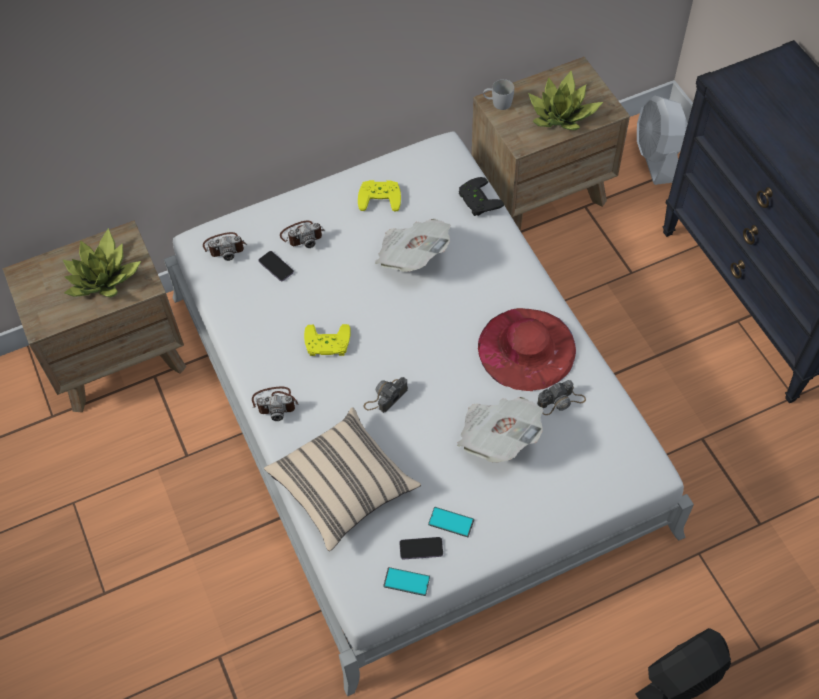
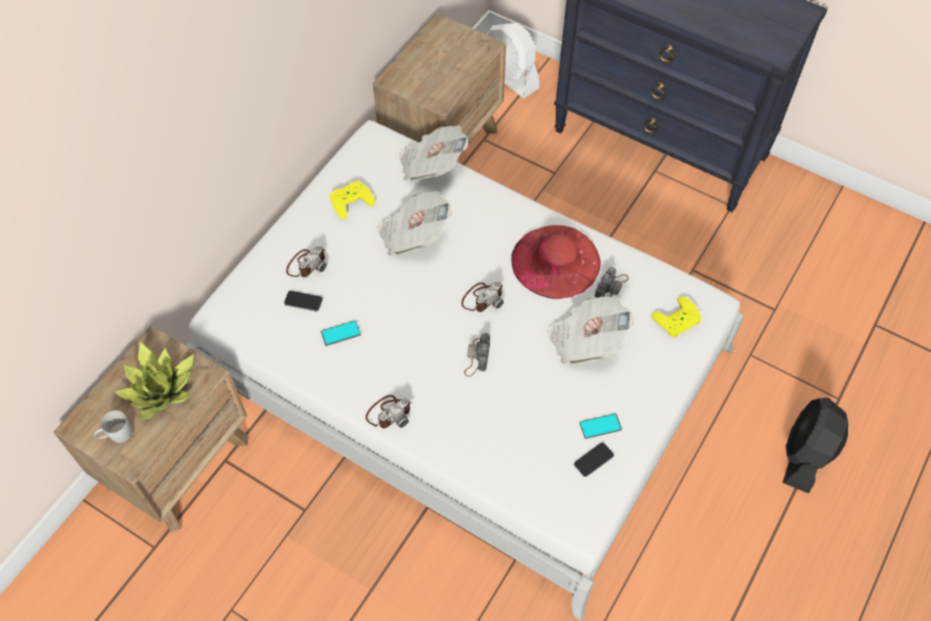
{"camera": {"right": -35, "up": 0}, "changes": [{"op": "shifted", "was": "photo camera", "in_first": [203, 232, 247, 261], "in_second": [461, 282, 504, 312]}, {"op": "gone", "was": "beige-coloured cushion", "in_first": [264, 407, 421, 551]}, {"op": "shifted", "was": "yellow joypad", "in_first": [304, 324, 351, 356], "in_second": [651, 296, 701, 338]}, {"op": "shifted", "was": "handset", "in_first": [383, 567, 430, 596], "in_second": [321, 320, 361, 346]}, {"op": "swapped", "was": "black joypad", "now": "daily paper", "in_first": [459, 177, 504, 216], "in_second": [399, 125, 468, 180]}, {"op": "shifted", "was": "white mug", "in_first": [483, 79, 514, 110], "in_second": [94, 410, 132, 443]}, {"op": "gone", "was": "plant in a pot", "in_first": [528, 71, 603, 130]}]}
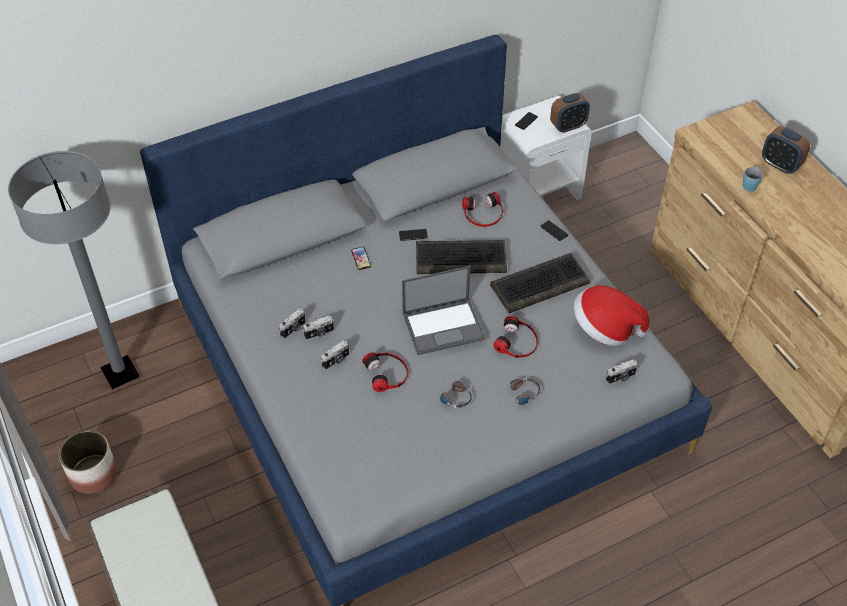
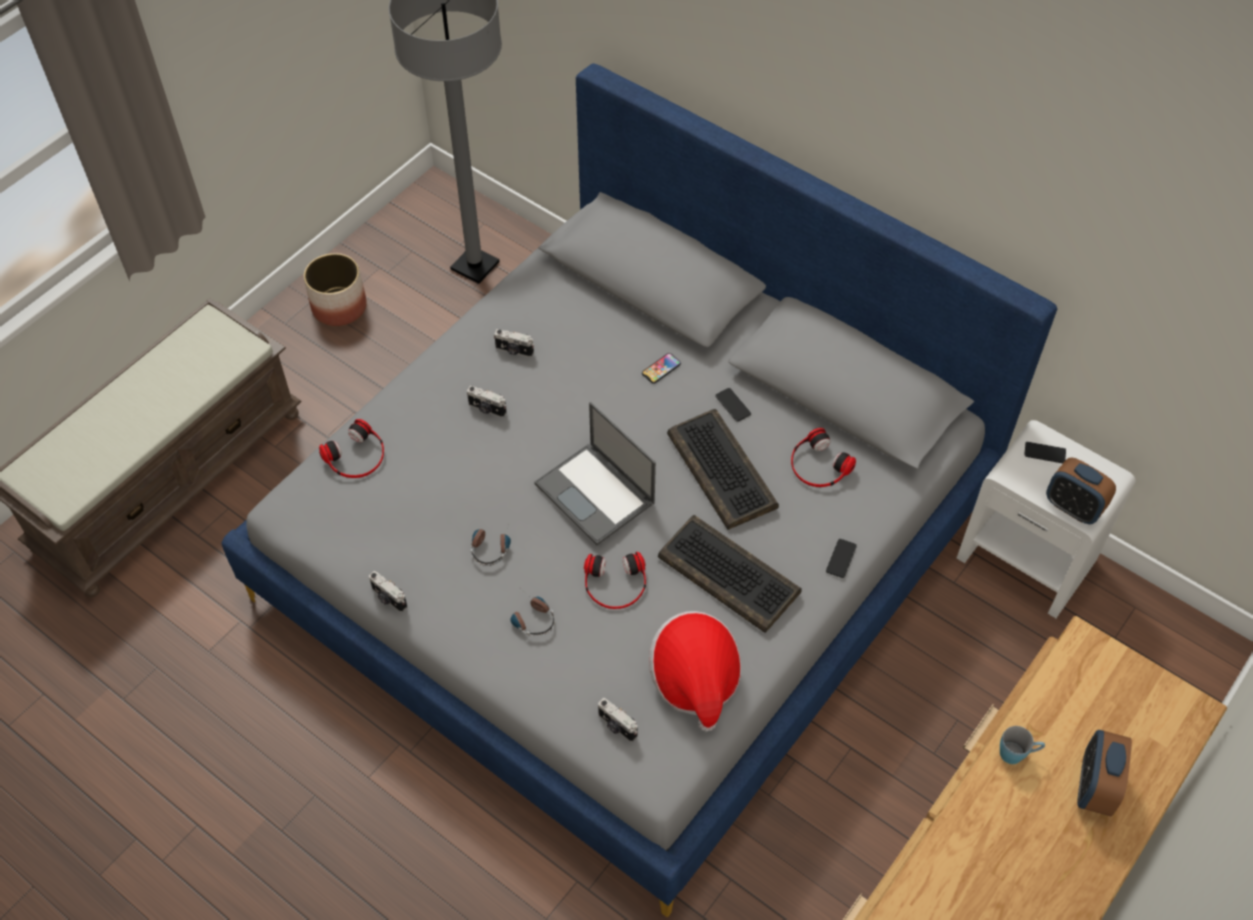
{"camera": {"right": 65, "up": 5}, "changes": [{"op": "shifted", "was": "photo camera", "in_first": [303, 316, 334, 340], "in_second": [369, 571, 407, 612]}, {"op": "shifted", "was": "headset", "in_first": [362, 352, 408, 392], "in_second": [319, 419, 384, 478]}]}
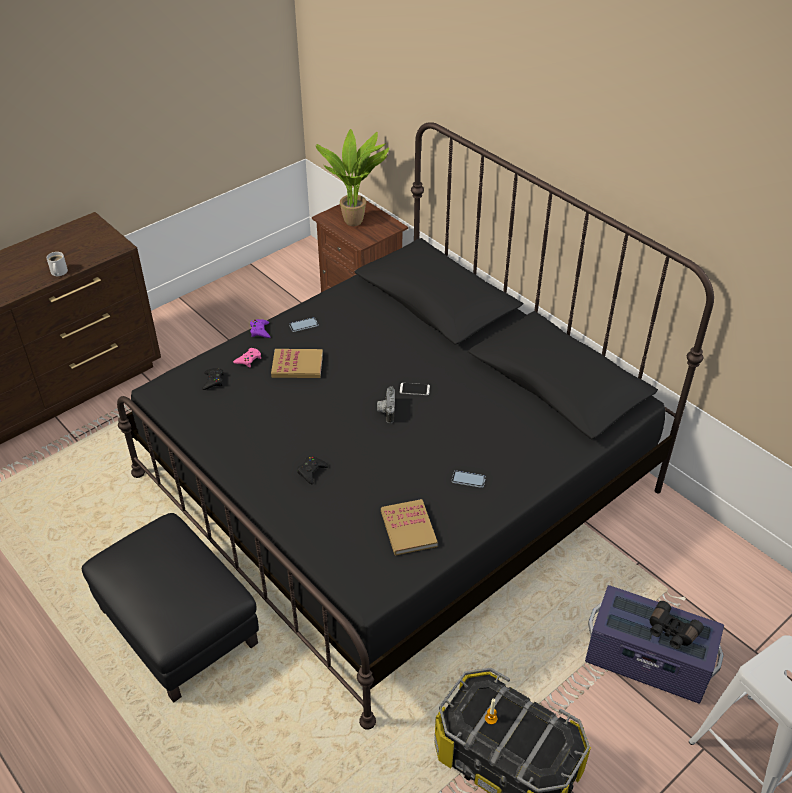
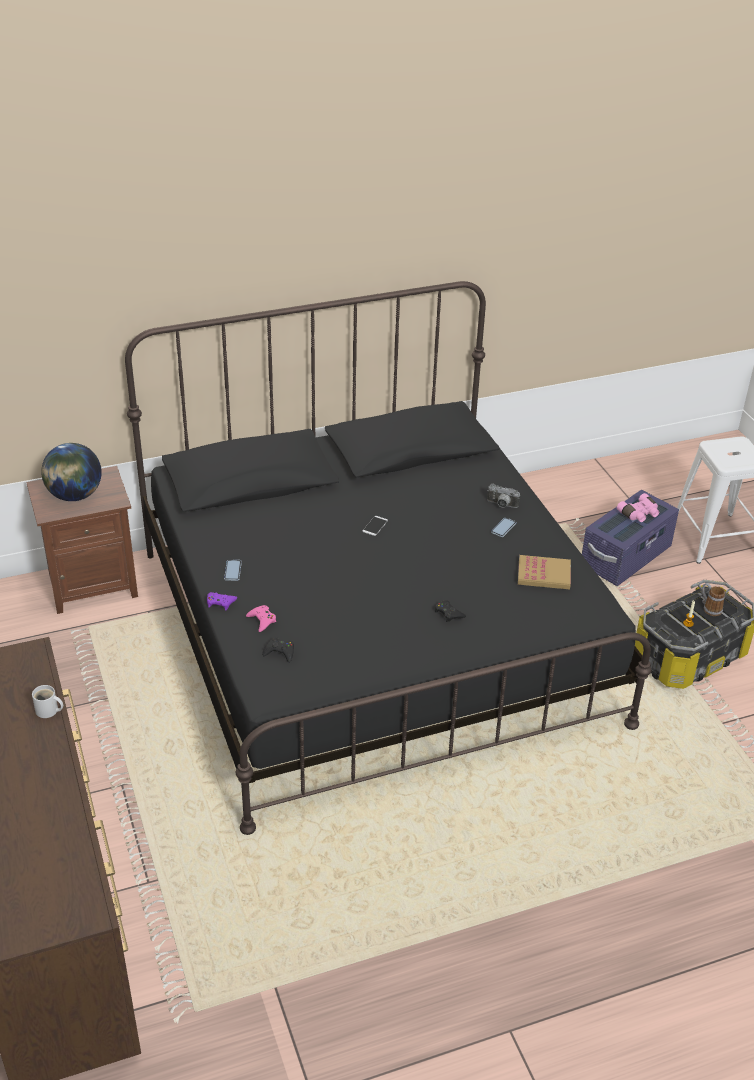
{"camera": {"right": -70, "up": -5}, "changes": [{"op": "gone", "was": "black footrest", "in_first": [82, 513, 259, 702]}, {"op": "gone", "was": "volume", "in_first": [271, 349, 323, 378]}, {"op": "swapped", "was": "plant in a pot", "now": "world globe", "in_first": [316, 129, 389, 226], "in_second": [41, 443, 102, 501]}, {"op": "shifted", "was": "photo camera", "in_first": [377, 386, 395, 423], "in_second": [487, 483, 520, 508]}, {"op": "repainted", "was": "black binoculars", "now": "pinkish binoculars", "in_first": [650, 601, 704, 649], "in_second": [617, 493, 659, 522]}, {"op": "new", "now": "mug", "in_second": [702, 583, 725, 616]}]}
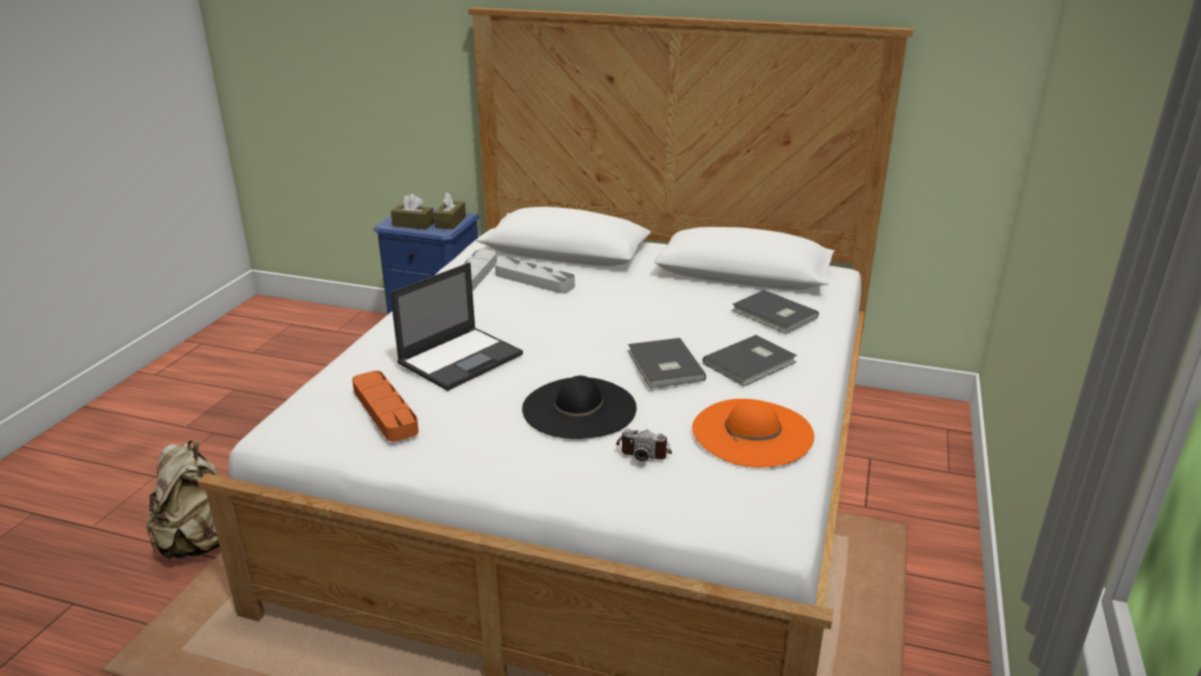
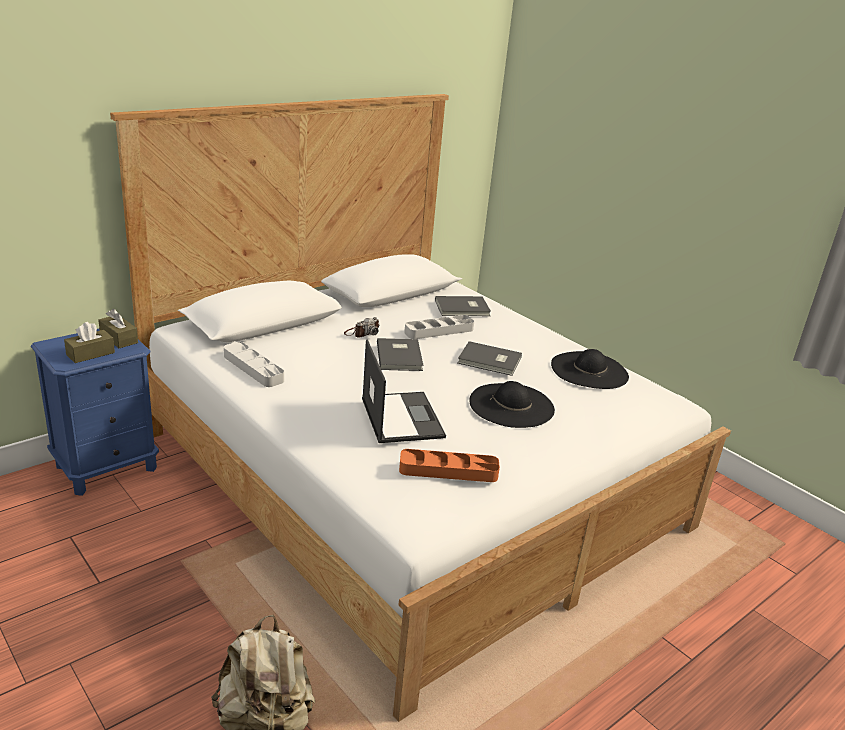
{"camera": {"right": -60, "up": 0}, "changes": [{"op": "shifted", "was": "grey serving tray", "in_first": [495, 258, 575, 293], "in_second": [404, 315, 474, 339]}, {"op": "shifted", "was": "photo camera", "in_first": [616, 429, 672, 462], "in_second": [344, 317, 380, 338]}, {"op": "repainted", "was": "orangey clothing hat", "now": "black clothing hat", "in_first": [692, 399, 814, 468], "in_second": [551, 349, 629, 389]}, {"op": "shifted", "was": "grey volume", "in_first": [703, 335, 797, 386], "in_second": [377, 338, 423, 371]}]}
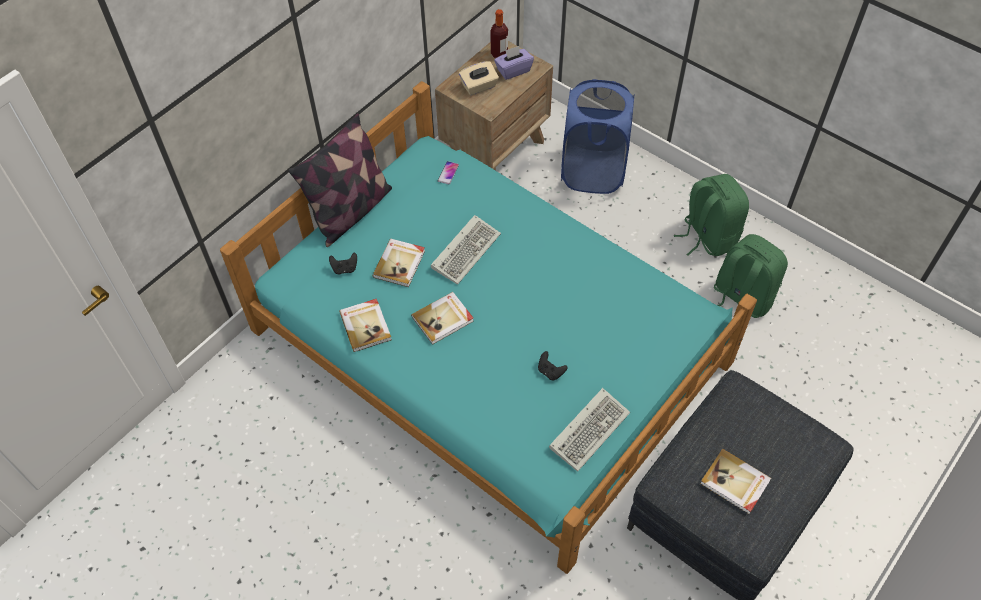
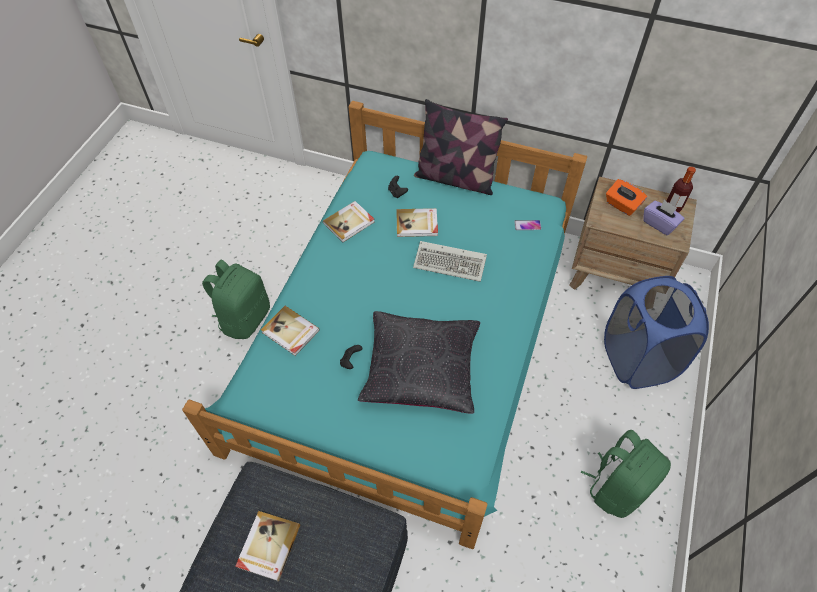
{"camera": {"right": 70, "up": 0}, "changes": [{"op": "shifted", "was": "volume", "in_first": [411, 292, 474, 345], "in_second": [261, 306, 320, 356]}, {"op": "repainted", "was": "beige-coloured tissue box", "now": "orangey tissue box", "in_first": [459, 61, 499, 95], "in_second": [606, 179, 647, 216]}, {"op": "gone", "was": "PC keyboard", "in_first": [549, 388, 630, 471]}, {"op": "shifted", "was": "green rucksack", "in_first": [714, 234, 788, 318], "in_second": [202, 260, 270, 339]}, {"op": "new", "now": "black cushion", "in_second": [358, 311, 480, 414]}]}
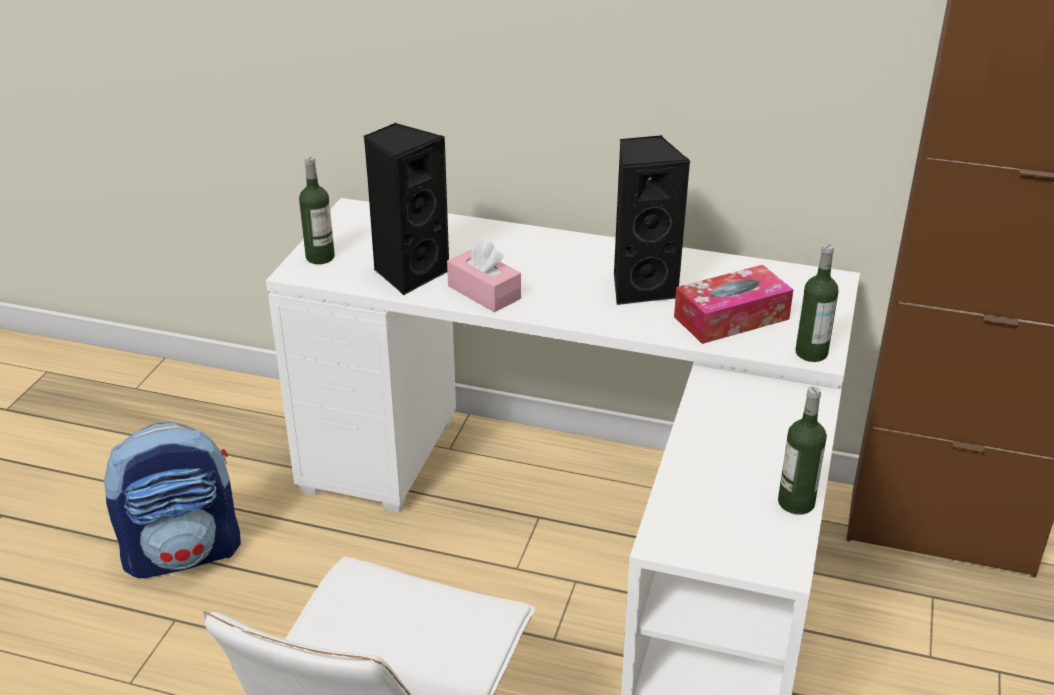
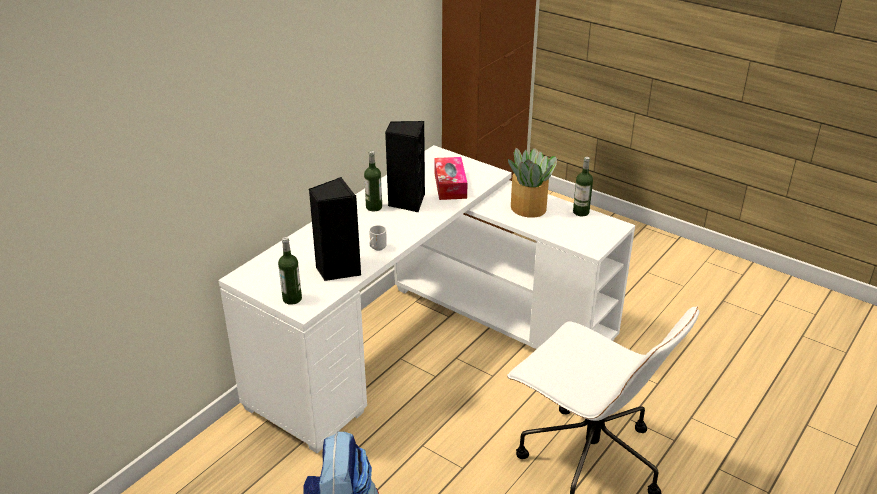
{"camera": {"right": -70, "up": 0}, "changes": [{"op": "swapped", "was": "pinkish tissue box", "now": "mug", "in_first": [447, 239, 521, 312], "in_second": [369, 225, 387, 251]}, {"op": "shifted", "was": "beverage bottle", "in_first": [796, 244, 838, 362], "in_second": [364, 151, 382, 212]}, {"op": "new", "now": "plant in a pot", "in_second": [508, 148, 557, 218]}]}
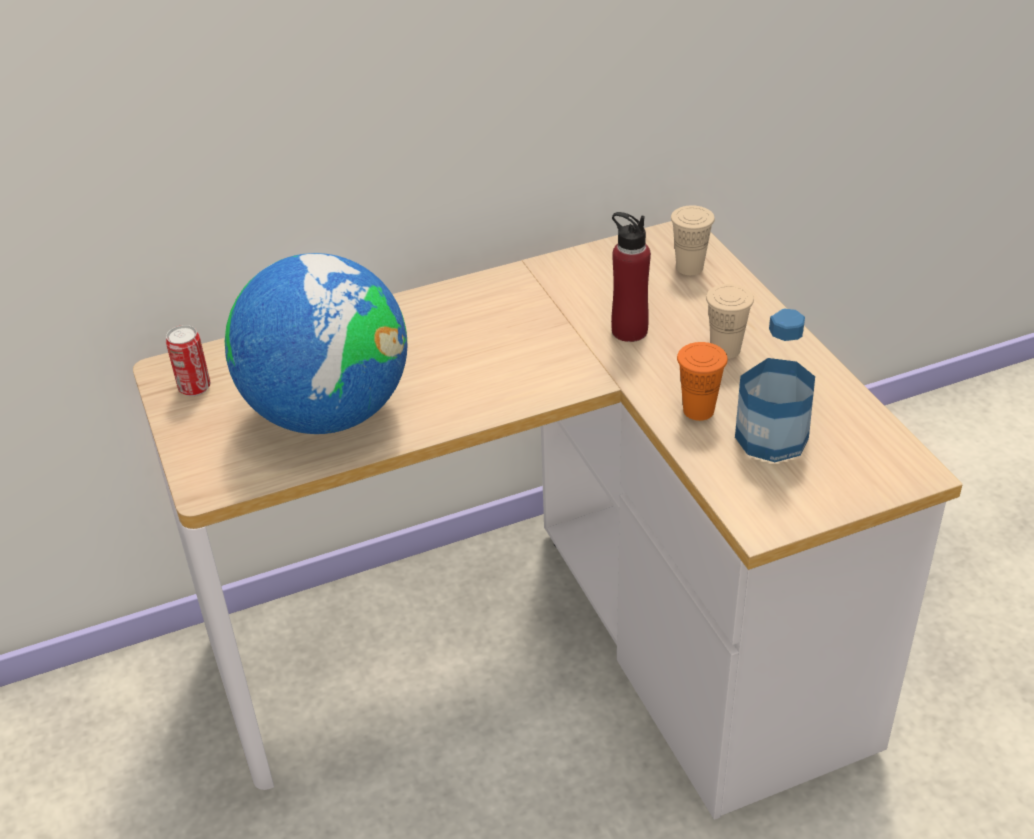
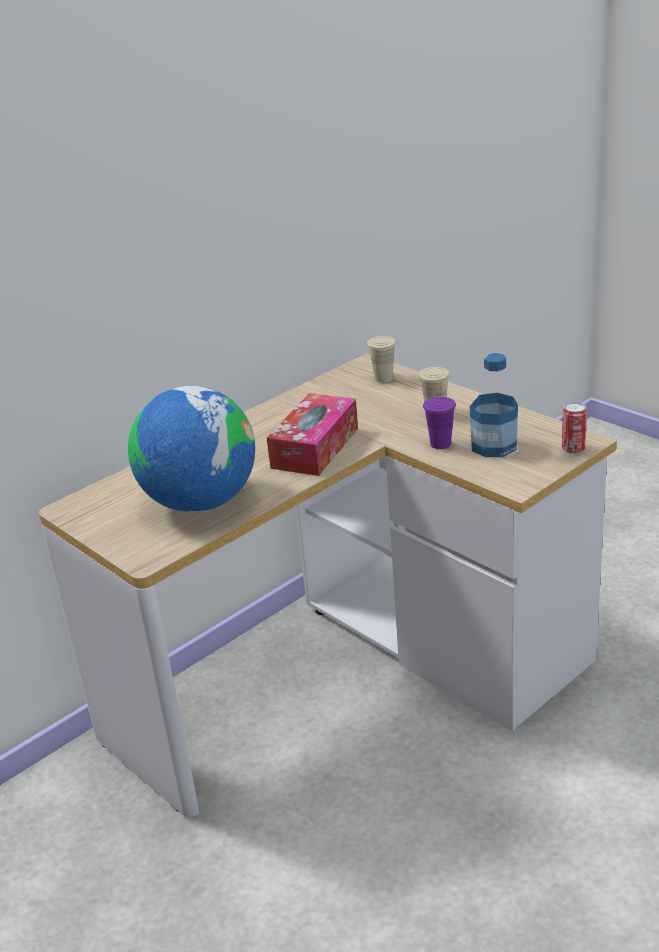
{"camera": {"right": -20, "up": -10}, "changes": [{"op": "shifted", "was": "sealed can", "in_first": [166, 325, 210, 396], "in_second": [562, 402, 587, 454]}, {"op": "gone", "was": "red-coloured beverage bottle", "in_first": [611, 212, 651, 342]}, {"op": "repainted", "was": "orangey small cup", "now": "purple-coloured small cup", "in_first": [677, 342, 728, 421], "in_second": [423, 397, 456, 449]}, {"op": "new", "now": "tissue box", "in_second": [267, 393, 358, 476]}]}
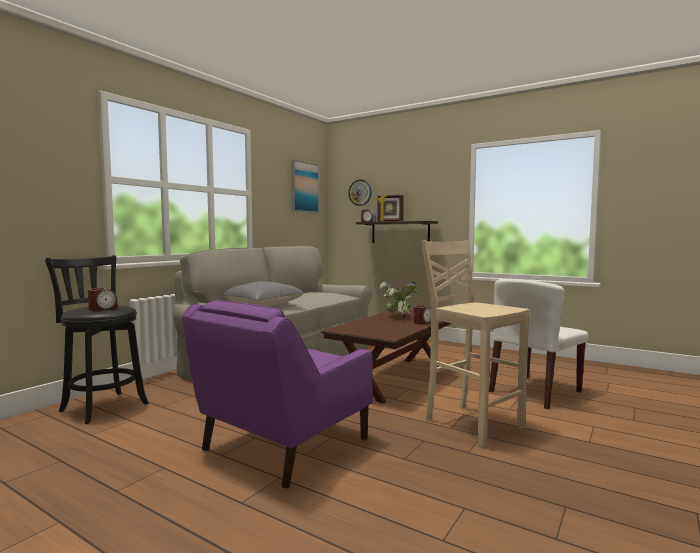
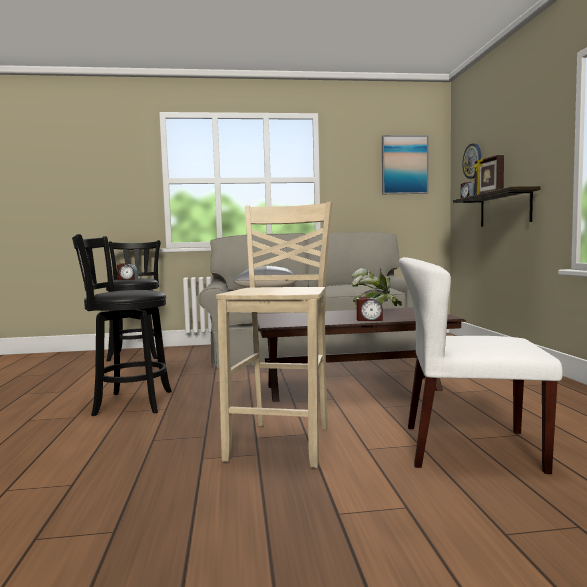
{"camera": {"right": 50, "up": 0}, "changes": [{"op": "swapped", "was": "purple-coloured lounge chair", "now": "black stool", "in_first": [182, 300, 373, 489], "in_second": [72, 234, 172, 416]}]}
